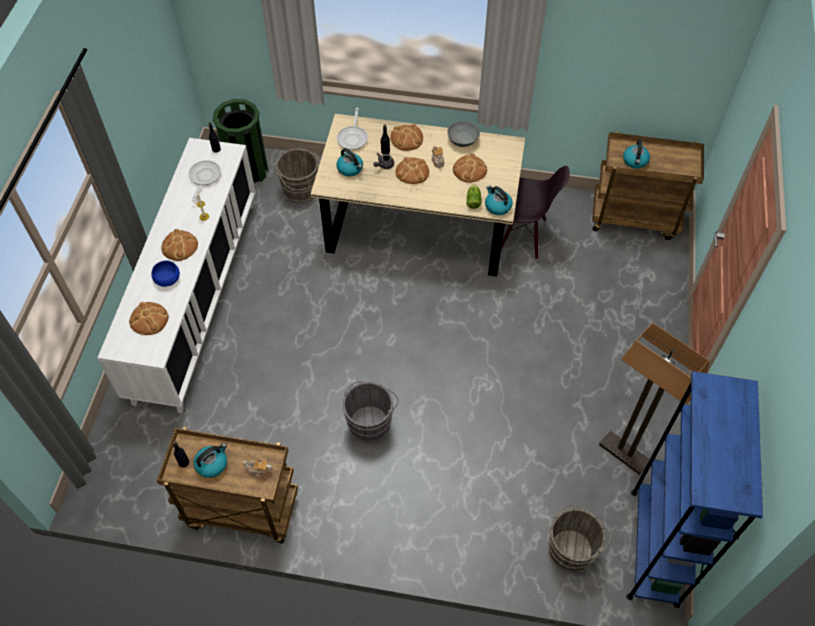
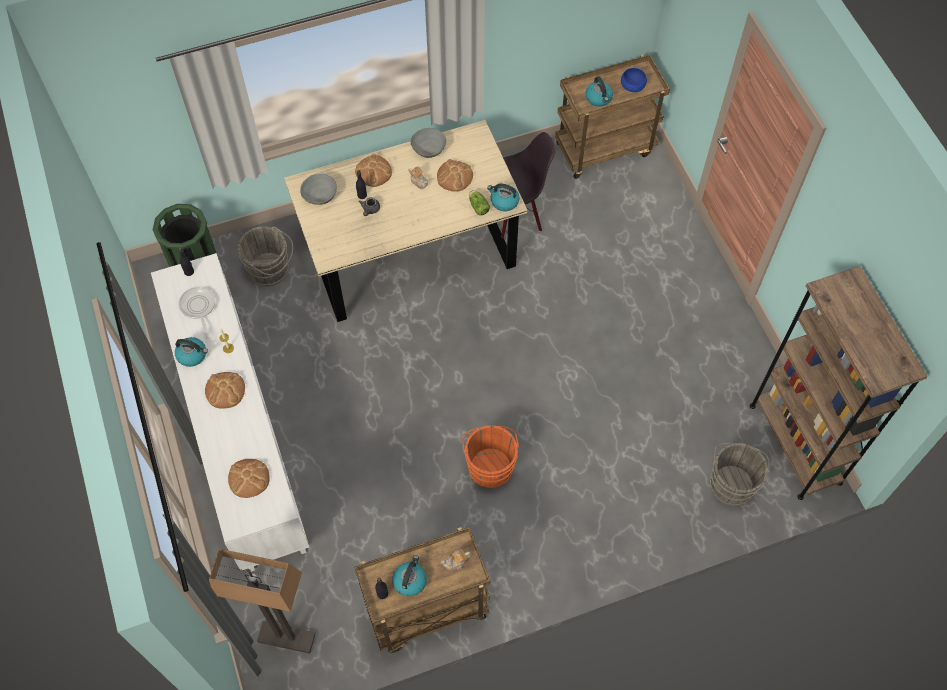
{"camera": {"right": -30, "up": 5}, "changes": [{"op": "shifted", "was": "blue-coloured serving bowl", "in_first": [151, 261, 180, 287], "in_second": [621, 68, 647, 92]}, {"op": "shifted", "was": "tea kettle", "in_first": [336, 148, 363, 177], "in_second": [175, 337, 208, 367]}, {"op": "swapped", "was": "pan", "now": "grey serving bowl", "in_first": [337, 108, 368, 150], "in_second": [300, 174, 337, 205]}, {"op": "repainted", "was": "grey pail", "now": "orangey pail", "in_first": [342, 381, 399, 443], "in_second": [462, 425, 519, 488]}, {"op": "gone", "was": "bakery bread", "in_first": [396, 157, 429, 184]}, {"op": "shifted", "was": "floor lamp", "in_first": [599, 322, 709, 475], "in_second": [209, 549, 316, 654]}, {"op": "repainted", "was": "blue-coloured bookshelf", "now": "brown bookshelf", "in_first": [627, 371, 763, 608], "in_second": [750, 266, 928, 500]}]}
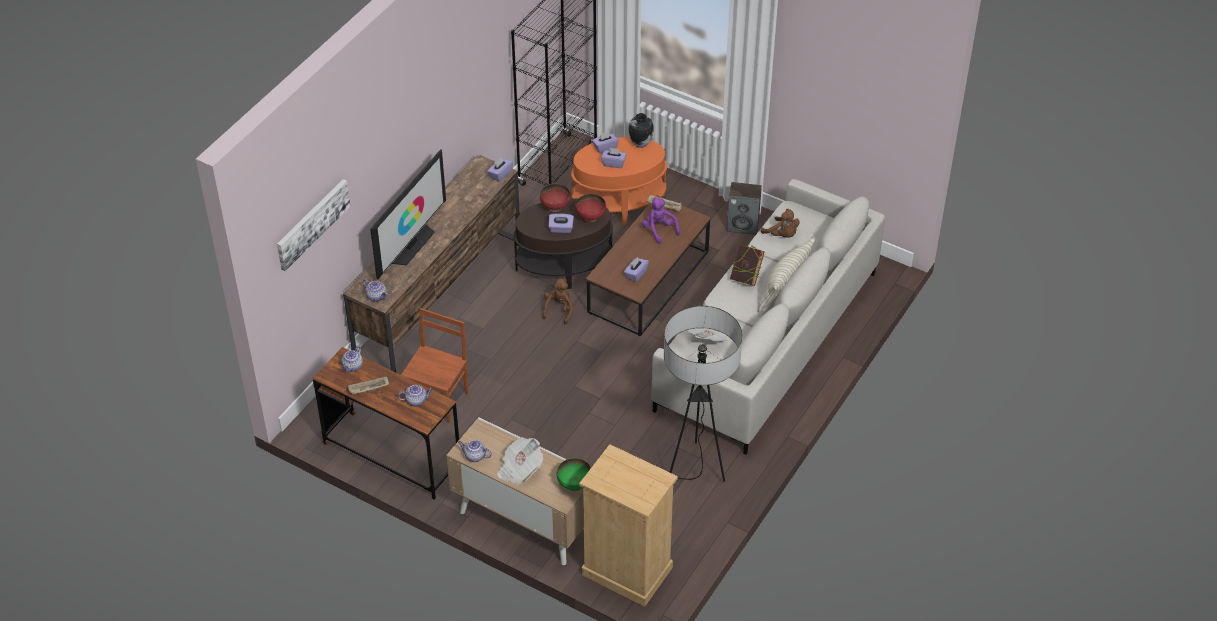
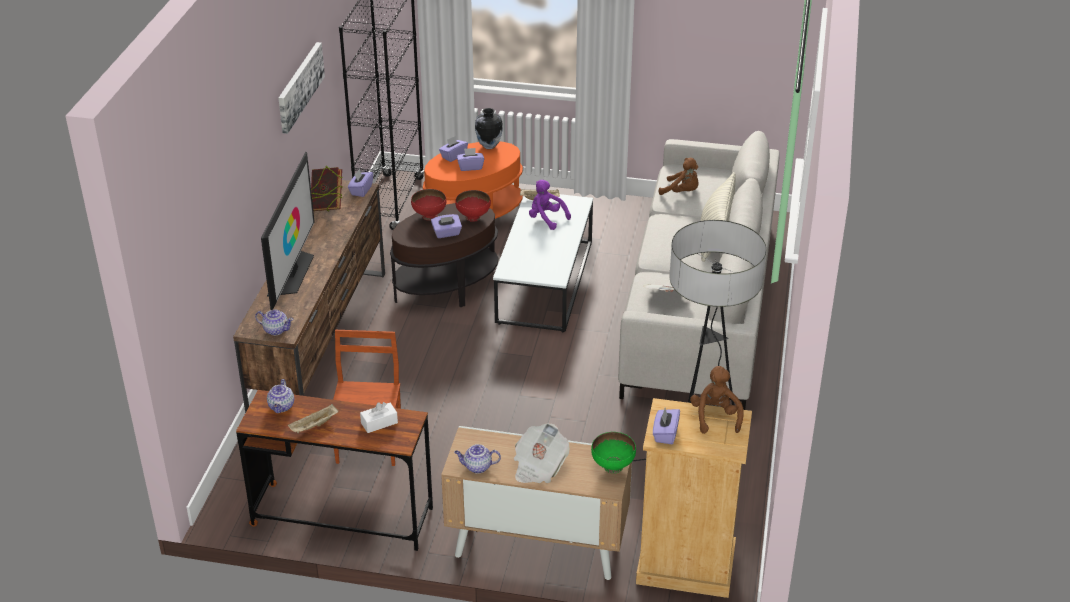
{"camera": {"right": -20, "up": -10}, "changes": [{"op": "shifted", "was": "wall art", "in_first": [277, 179, 350, 271], "in_second": [278, 42, 325, 134]}, {"op": "swapped", "was": "tea pot", "now": "white tissue box", "in_first": [398, 385, 433, 407], "in_second": [360, 402, 398, 433]}, {"op": "shifted", "was": "brown cuddly toy", "in_first": [542, 278, 573, 324], "in_second": [690, 366, 744, 434]}, {"op": "repainted", "was": "brown coffee table", "now": "white coffee table", "in_first": [586, 195, 711, 336], "in_second": [493, 194, 593, 332]}, {"op": "shifted", "was": "purple-coloured tissue box", "in_first": [624, 257, 649, 282], "in_second": [653, 408, 680, 444]}, {"op": "gone", "was": "loudspeaker", "in_first": [726, 182, 762, 235]}, {"op": "shifted", "was": "volume", "in_first": [730, 245, 765, 286], "in_second": [311, 166, 343, 212]}]}
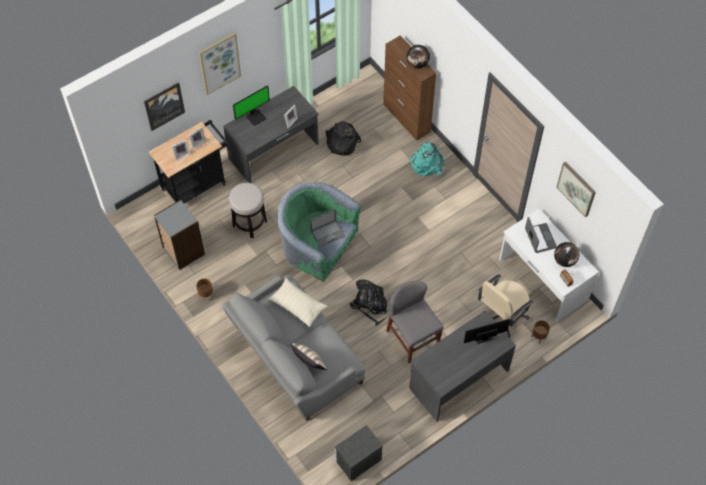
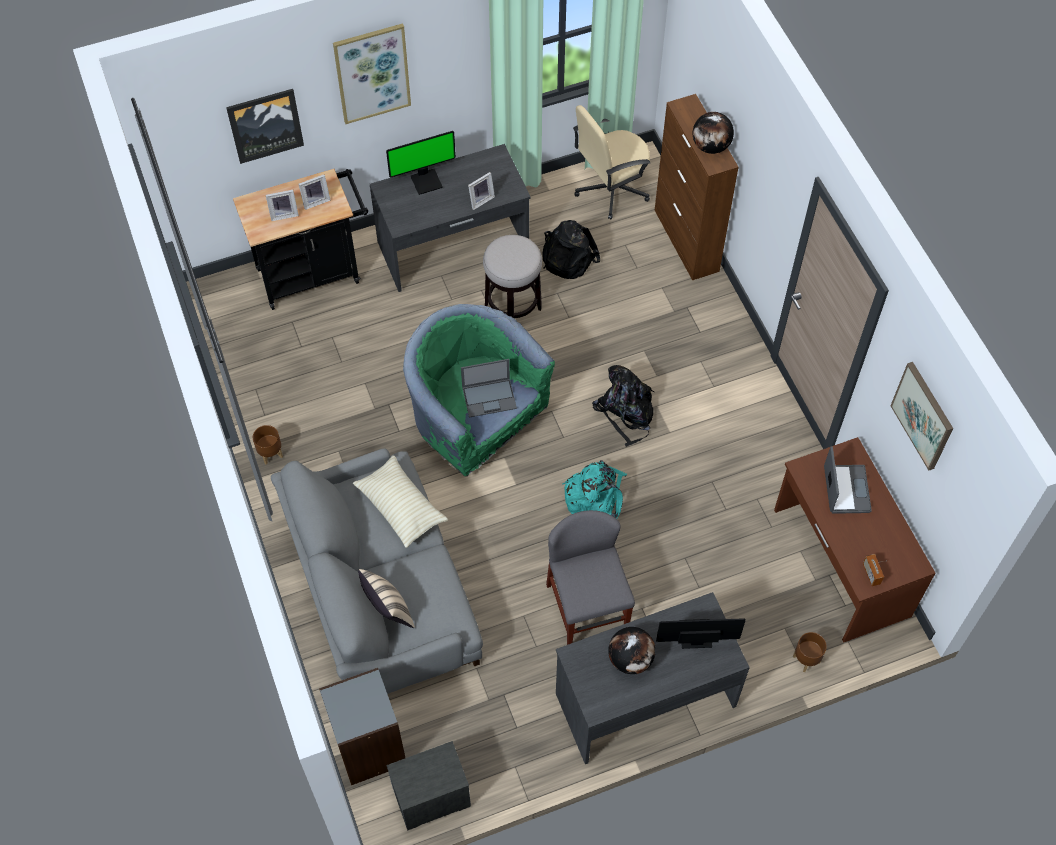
{"camera": {"right": 15, "up": 0}, "changes": [{"op": "shifted", "was": "grey bookshelf", "in_first": [154, 200, 205, 270], "in_second": [319, 668, 405, 785]}, {"op": "shifted", "was": "stool", "in_first": [229, 183, 267, 238], "in_second": [483, 235, 542, 318]}, {"op": "shifted", "was": "black rucksack", "in_first": [349, 279, 388, 326], "in_second": [592, 365, 654, 447]}, {"op": "shifted", "was": "turquoise-coloured rucksack", "in_first": [409, 142, 444, 177], "in_second": [562, 460, 627, 519]}, {"op": "shifted", "was": "beige-coloured office chair", "in_first": [478, 274, 533, 338], "in_second": [573, 105, 650, 220]}, {"op": "repainted", "was": "white desk table", "now": "brown desk table", "in_first": [499, 209, 599, 323], "in_second": [774, 437, 935, 642]}, {"op": "shifted", "was": "world globe", "in_first": [554, 242, 580, 267], "in_second": [608, 627, 656, 674]}]}
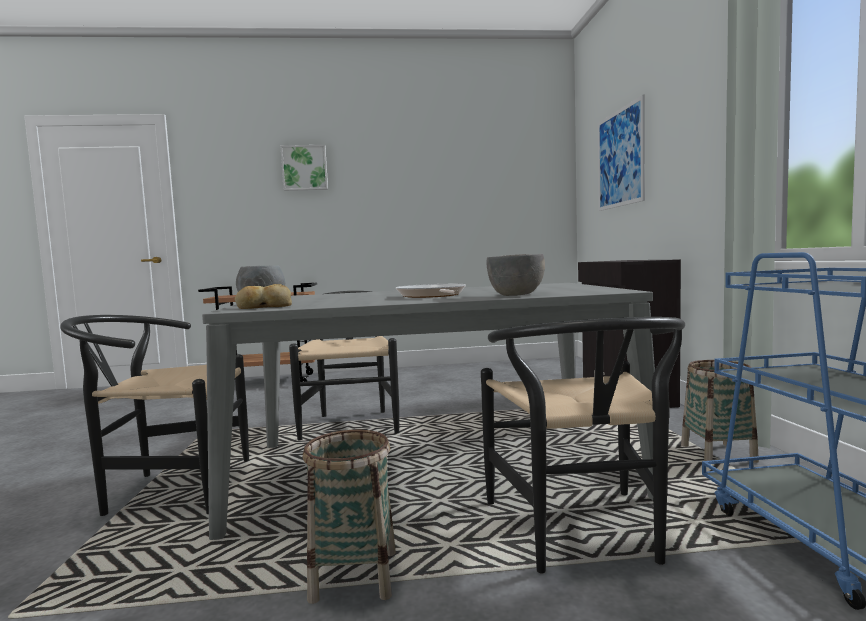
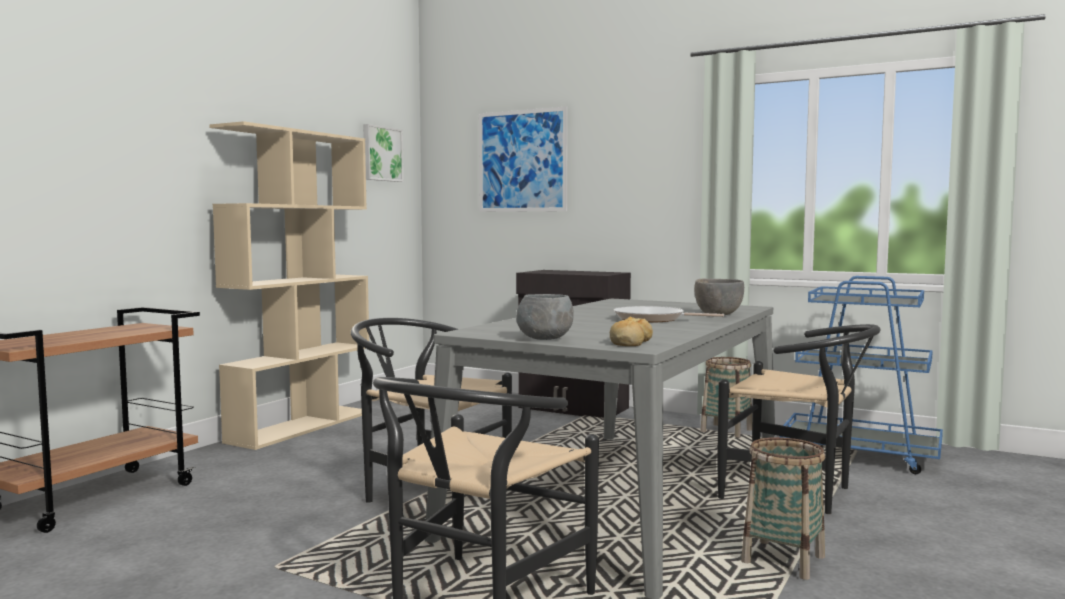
{"camera": {"right": -55, "up": 0}, "changes": [{"op": "shifted", "was": "wall art", "in_first": [280, 145, 328, 191], "in_second": [363, 124, 404, 182]}, {"op": "new", "now": "beige-coloured bookshelf", "in_second": [209, 121, 369, 450]}]}
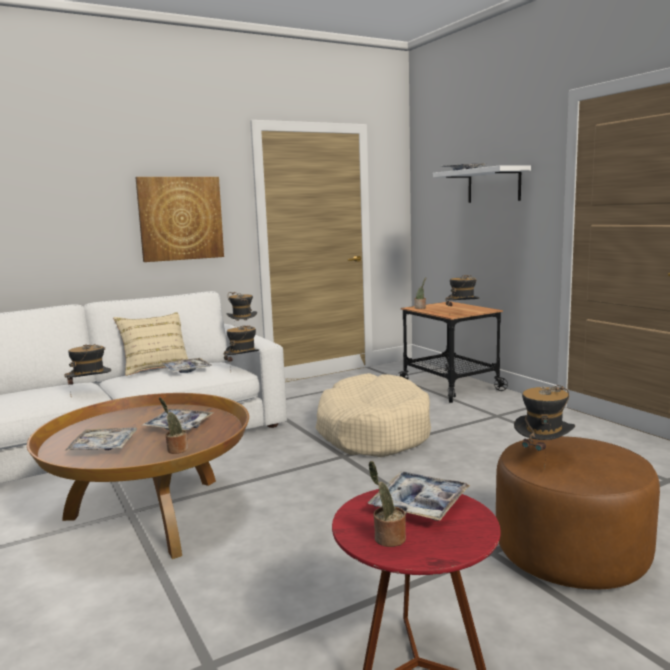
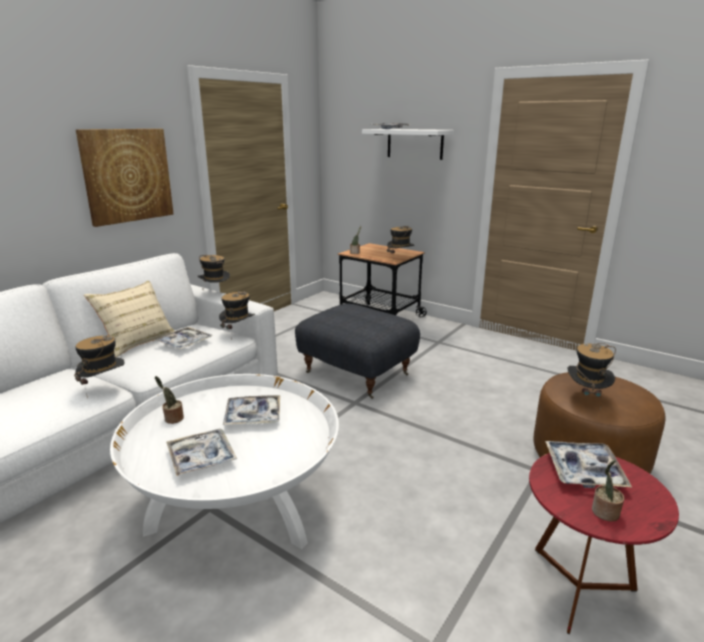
{"camera": {"right": -25, "up": 10}, "changes": [{"op": "repainted", "was": "brown coffee table", "now": "white coffee table", "in_first": [27, 393, 249, 559], "in_second": [110, 374, 339, 549]}, {"op": "shifted", "was": "plant in a pot", "in_first": [159, 397, 188, 454], "in_second": [155, 376, 184, 424]}, {"op": "swapped", "was": "beige-coloured pet bed", "now": "grey footrest", "in_first": [315, 373, 431, 457], "in_second": [295, 304, 420, 399]}]}
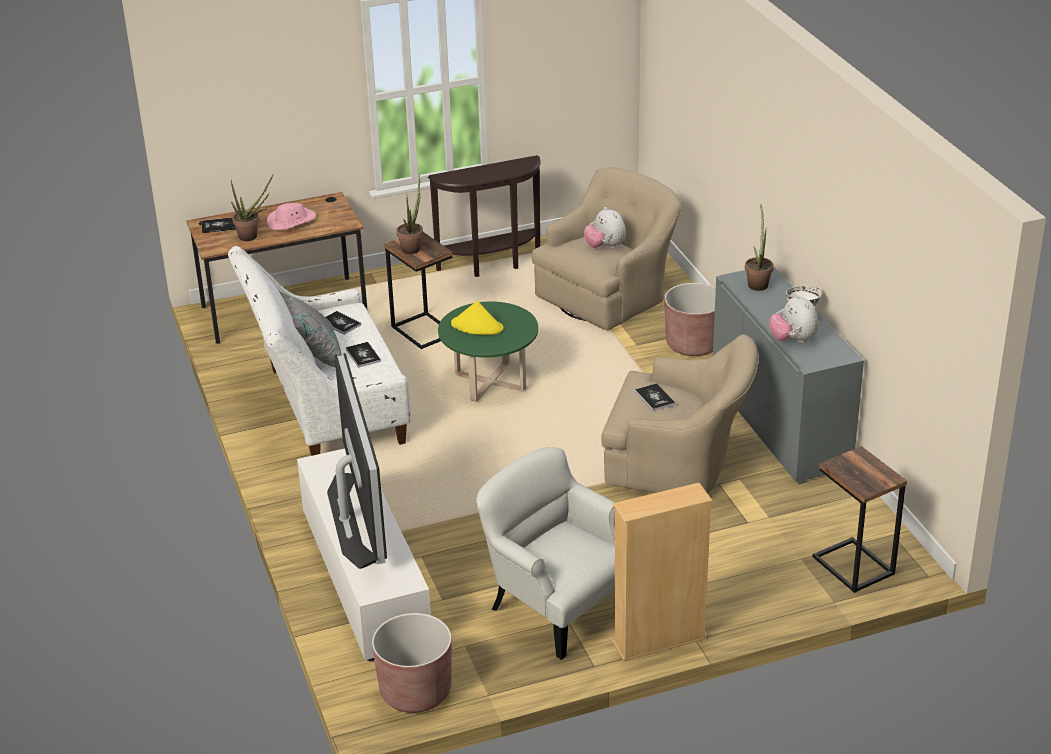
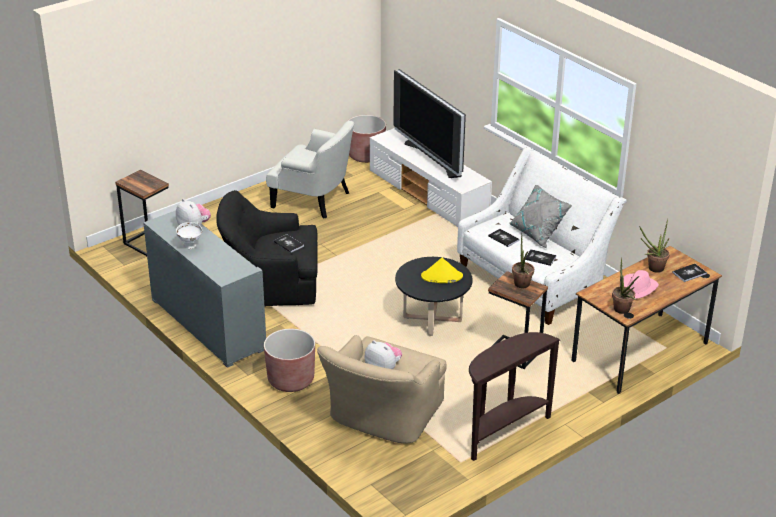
{"camera": {"right": 160, "up": 0}, "changes": [{"op": "repainted", "was": "green coffee table", "now": "black coffee table", "in_first": [438, 302, 538, 402], "in_second": [395, 257, 473, 336]}, {"op": "repainted", "was": "beige-coloured lounge chair", "now": "black lounge chair", "in_first": [601, 334, 759, 494], "in_second": [216, 190, 318, 307]}, {"op": "gone", "was": "beige-coloured bookshelf", "in_first": [612, 482, 712, 661]}, {"op": "shifted", "was": "plant in a pot", "in_first": [745, 205, 774, 291], "in_second": [612, 257, 639, 314]}]}
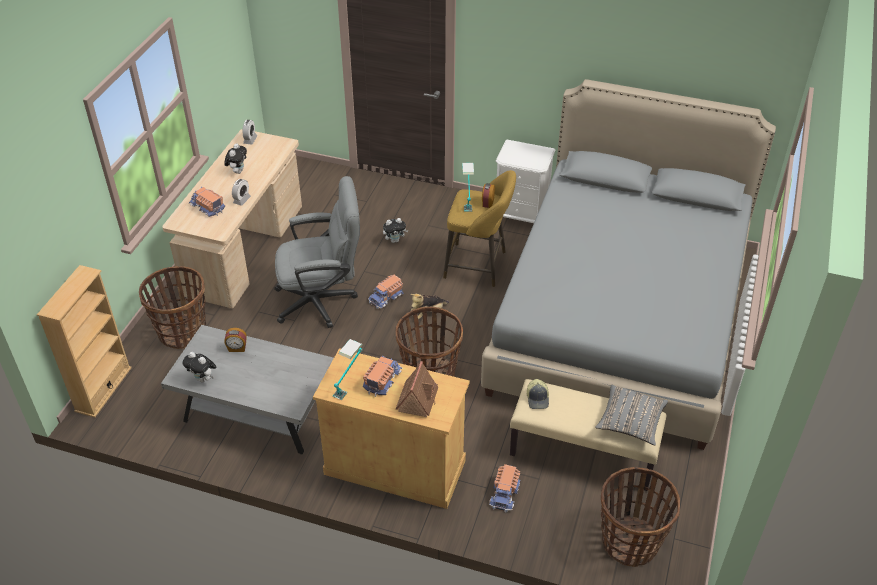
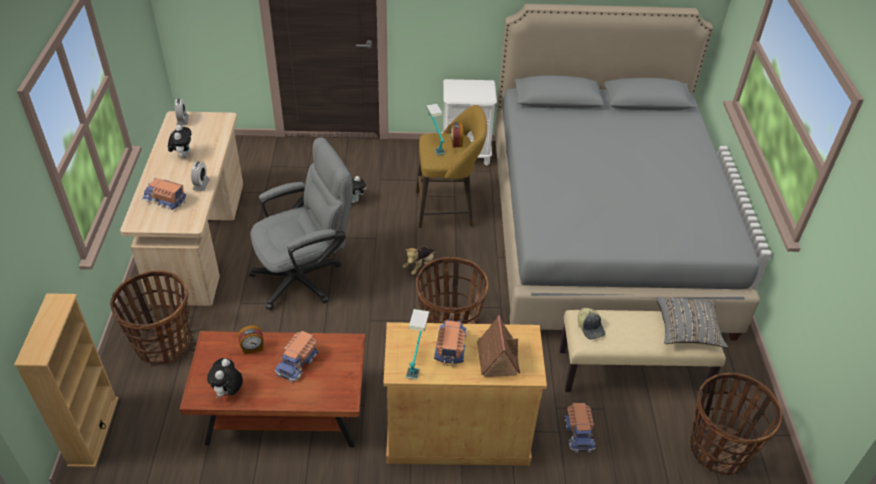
{"camera": {"right": -20, "up": 0}, "changes": [{"op": "repainted", "was": "grey coffee table", "now": "brown coffee table", "in_first": [161, 325, 334, 455], "in_second": [179, 331, 365, 448]}, {"op": "rotated", "was": "cuddly toy", "in_first": [182, 352, 217, 382], "in_second": [207, 358, 243, 399], "clockwise": 90}, {"op": "shifted", "was": "toy lorry", "in_first": [368, 275, 404, 309], "in_second": [275, 331, 319, 382]}]}
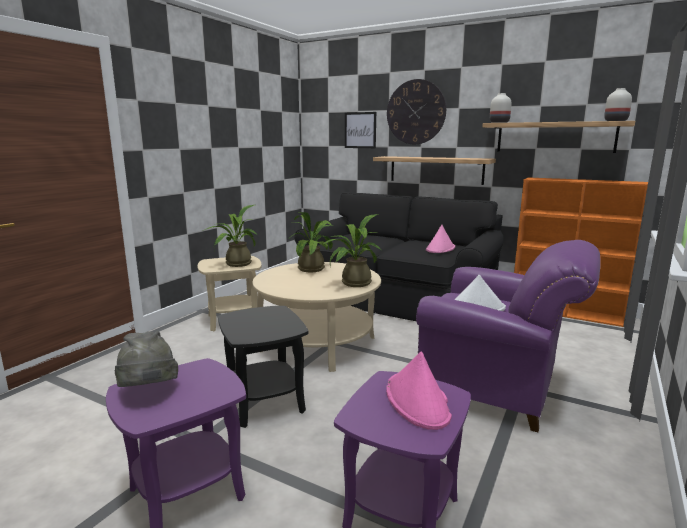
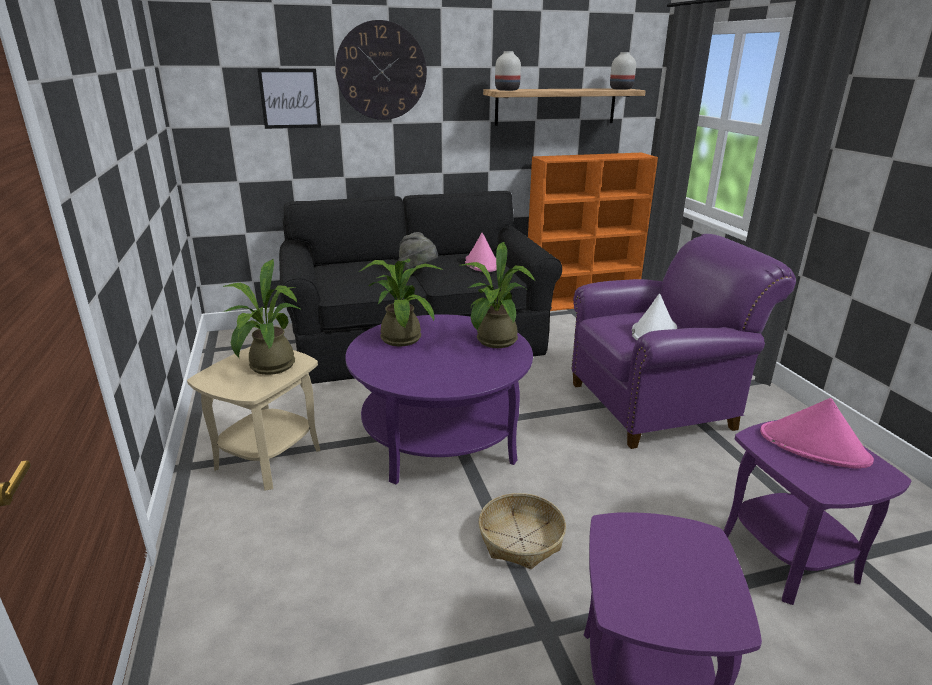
{"camera": {"right": -45, "up": 10}, "changes": [{"op": "shifted", "was": "grey clothing hat", "in_first": [115, 331, 178, 387], "in_second": [398, 232, 438, 271]}, {"op": "swapped", "was": "black side table", "now": "storage basket", "in_first": [218, 306, 308, 428], "in_second": [479, 493, 566, 569]}, {"op": "repainted", "was": "beige-coloured coffee table", "now": "purple-coloured coffee table", "in_first": [252, 262, 381, 372], "in_second": [345, 315, 533, 485]}, {"op": "gone", "was": "wall shelf", "in_first": [373, 156, 496, 185]}]}
